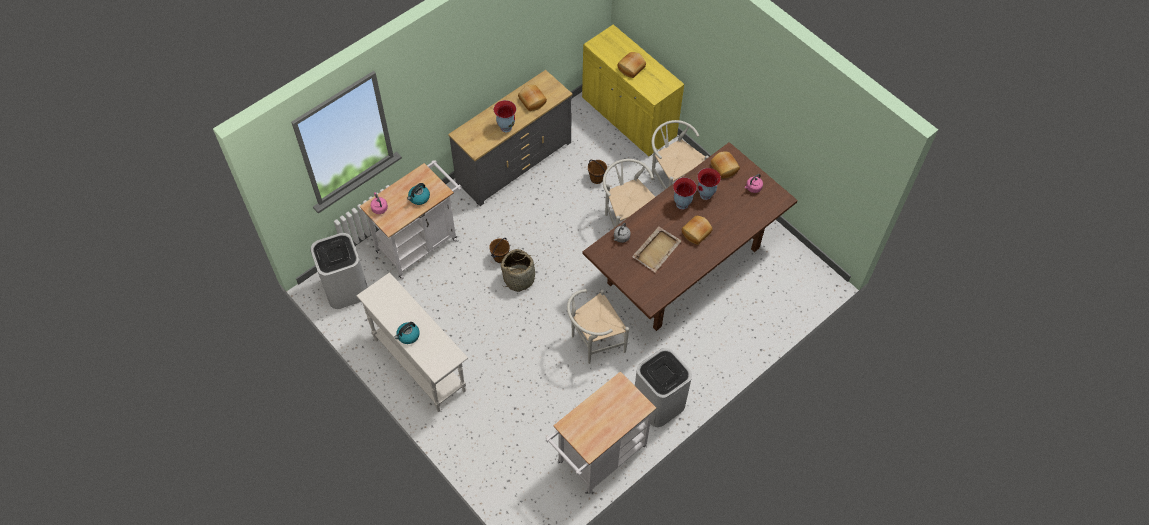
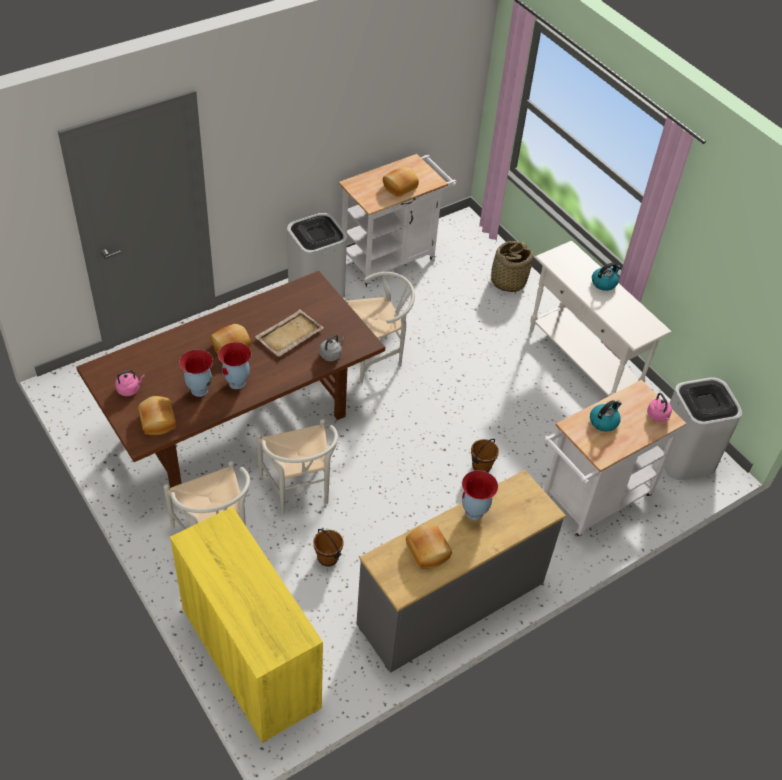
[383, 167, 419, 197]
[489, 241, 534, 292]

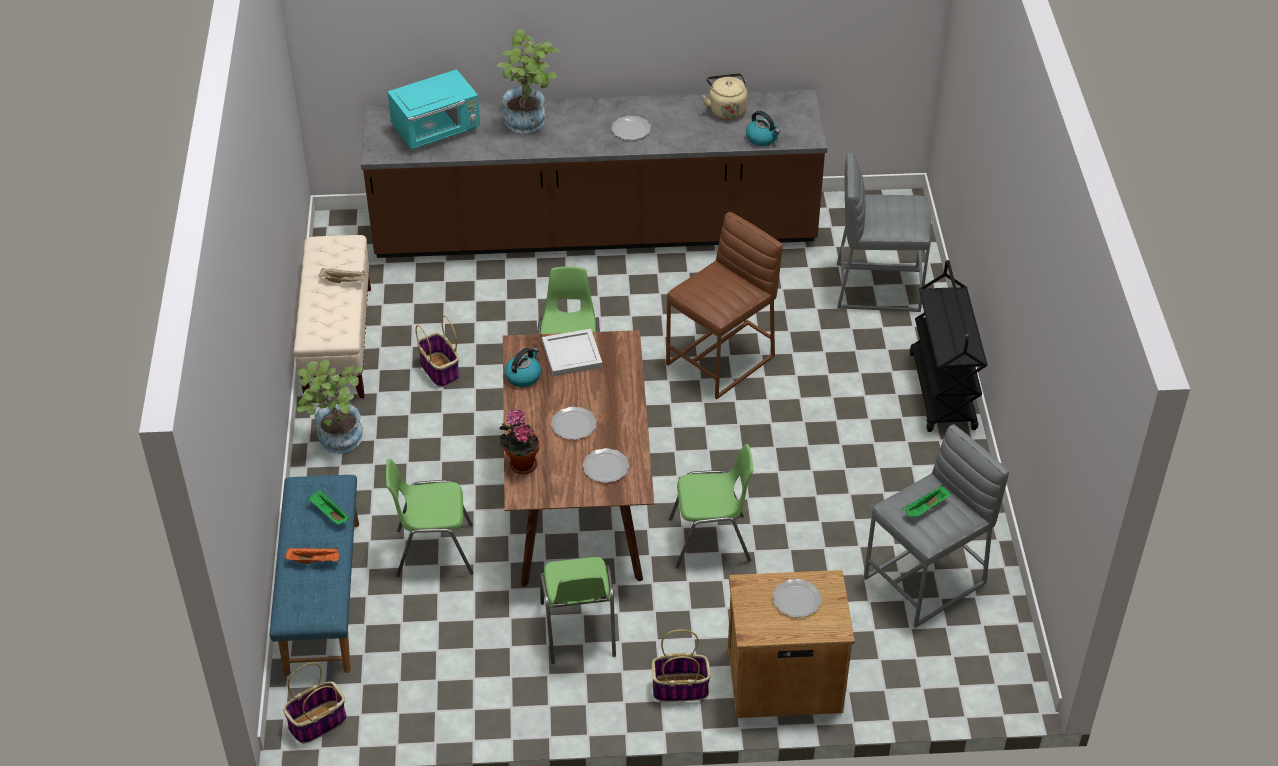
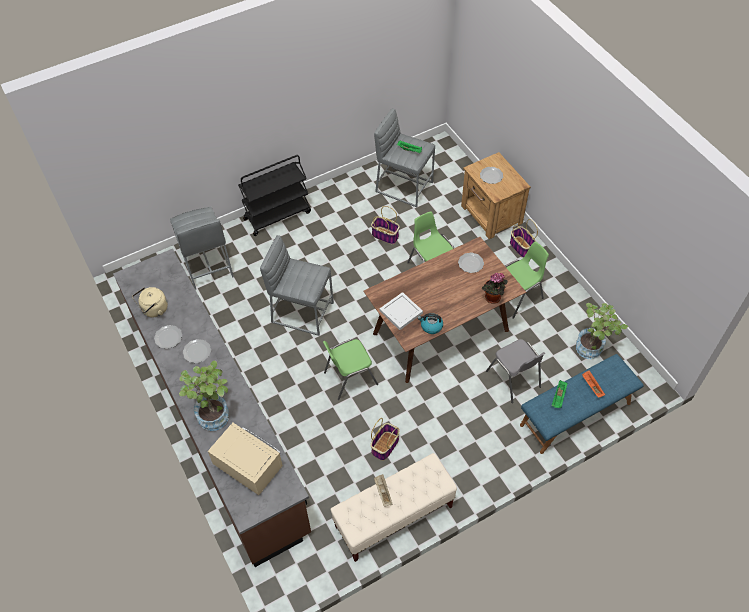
[208, 423, 283, 495]
[746, 111, 780, 146] (first image)
[260, 235, 334, 336]
[576, 303, 628, 359]
[154, 325, 182, 349]
[486, 339, 545, 403]
[371, 206, 400, 244]

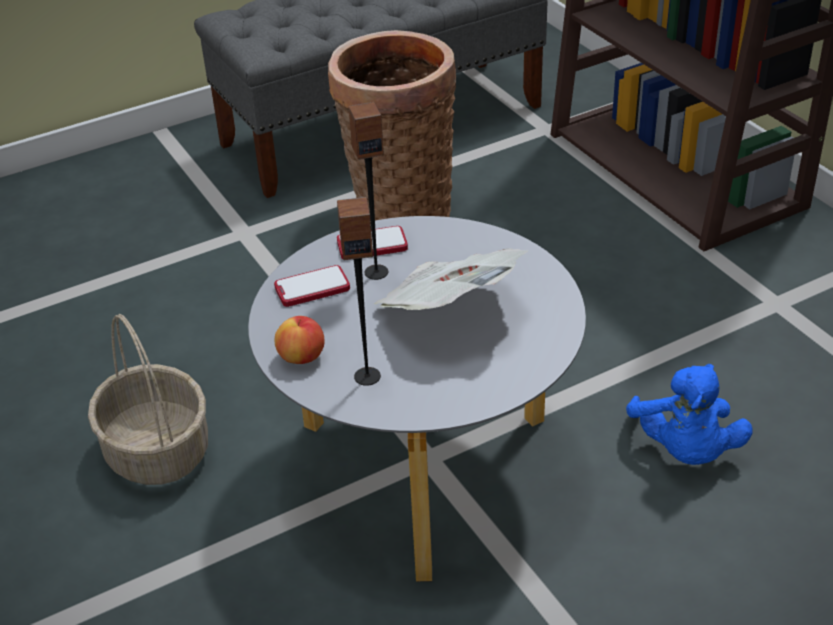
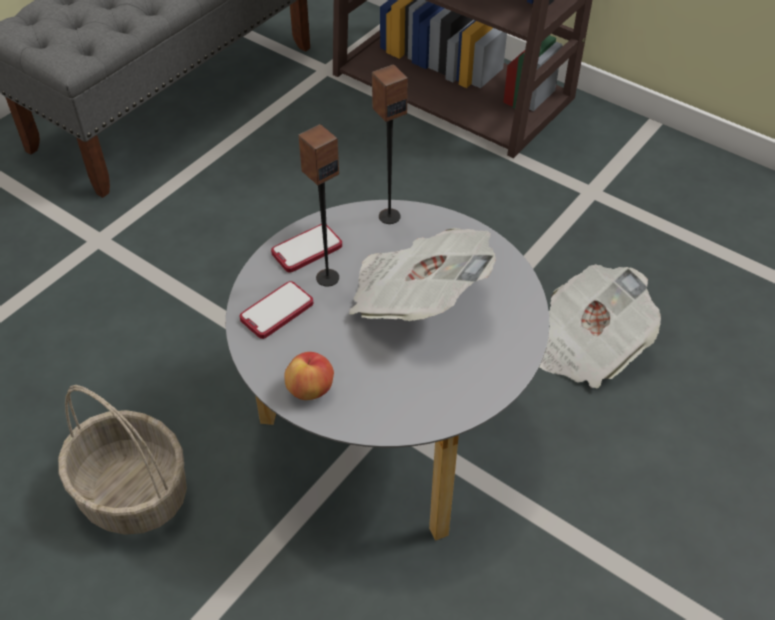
[328, 30, 456, 220] (first image)
[372, 64, 408, 224]
[539, 264, 661, 388]

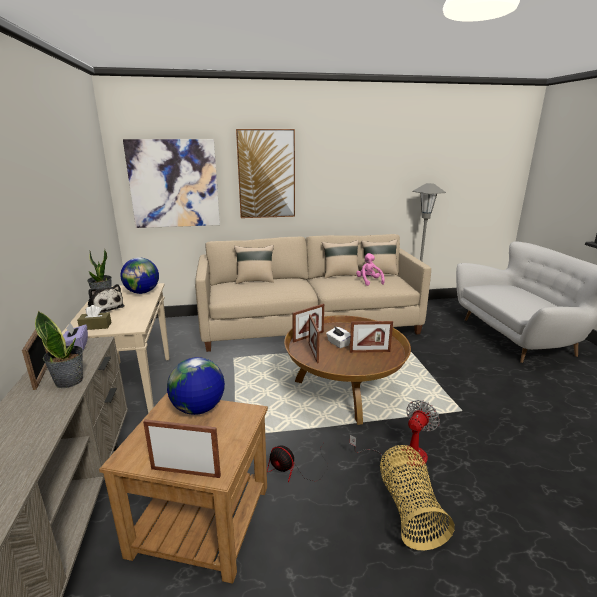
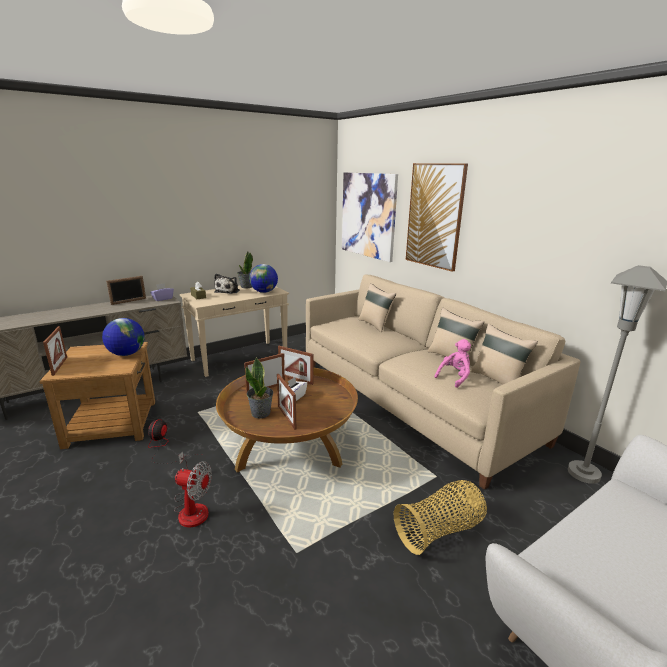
[245, 357, 273, 418]
[394, 480, 487, 555]

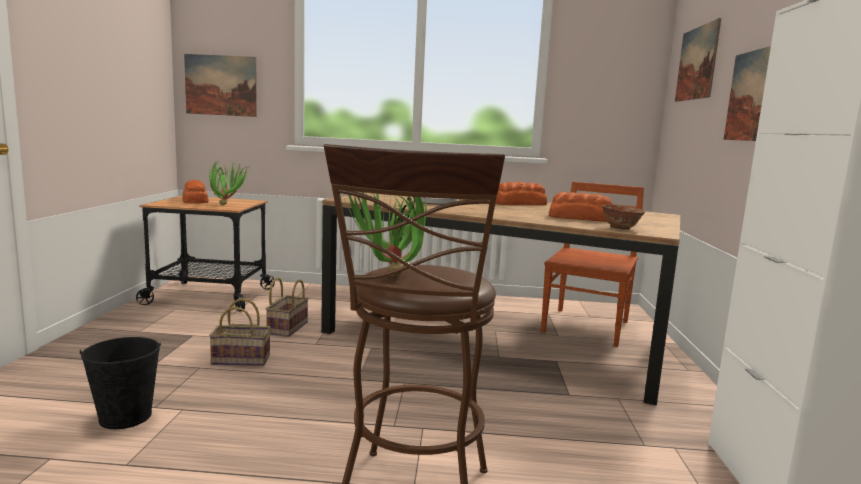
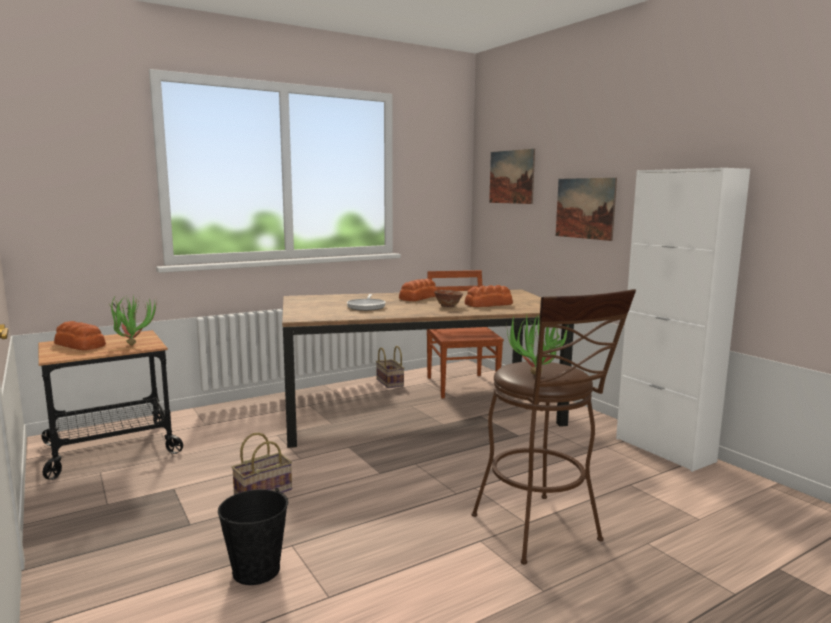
[184, 54, 257, 117] (first image)
[434, 290, 463, 307]
[376, 346, 404, 388]

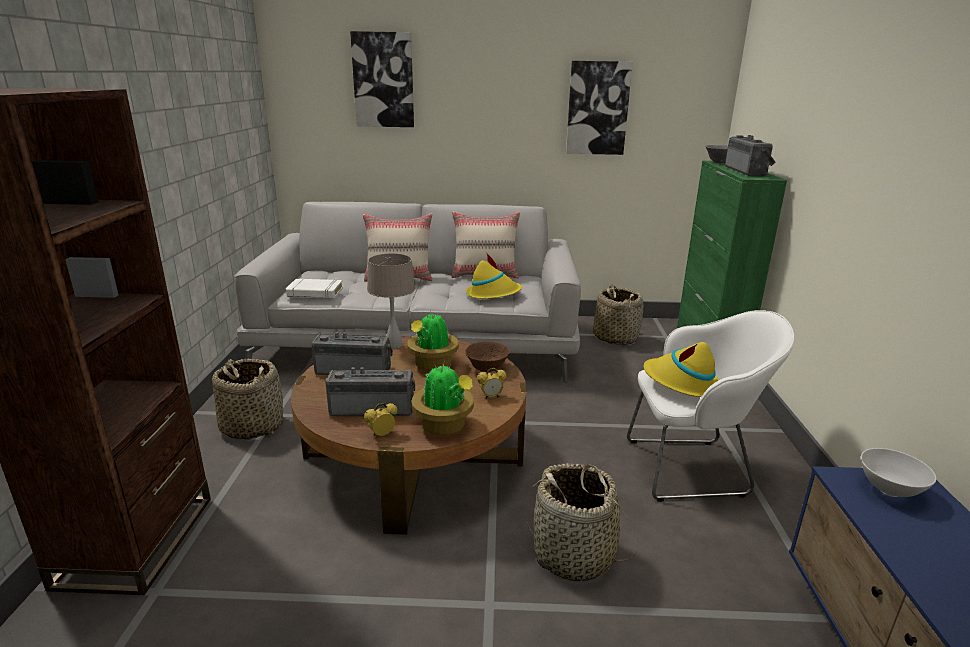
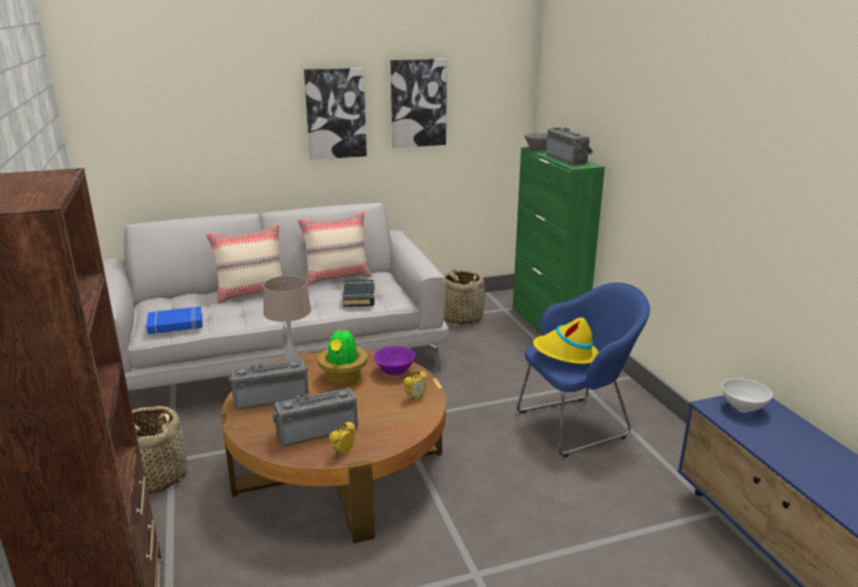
[304, 68, 367, 160]
[343, 280, 375, 307]
[146, 306, 202, 334]
[517, 283, 650, 458]
[374, 346, 416, 376]
[411, 363, 474, 436] (first image)
[527, 463, 638, 581] (first image)

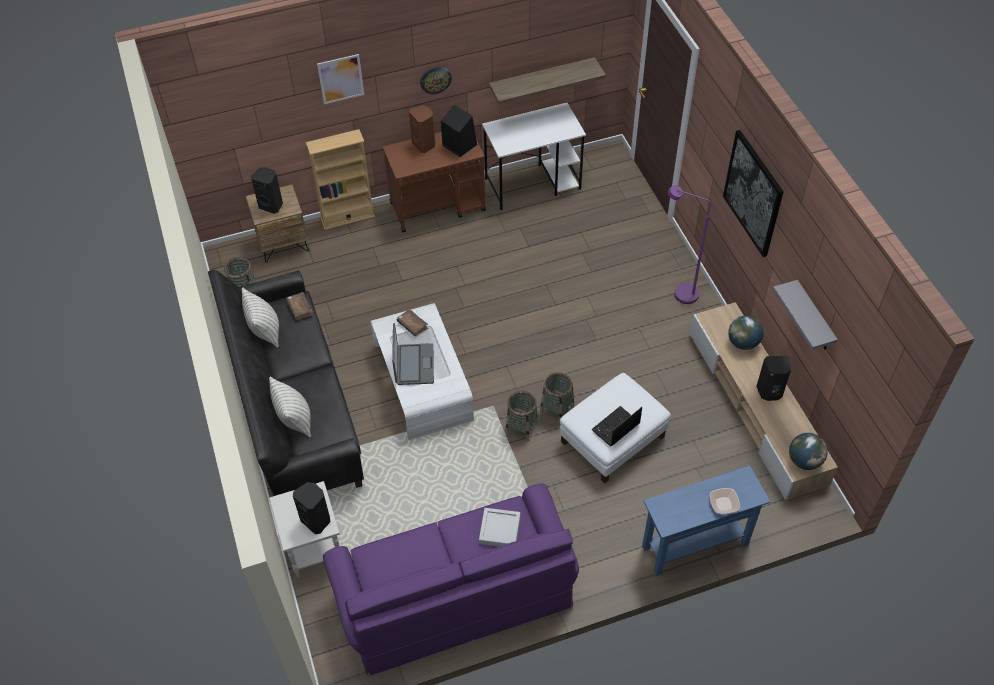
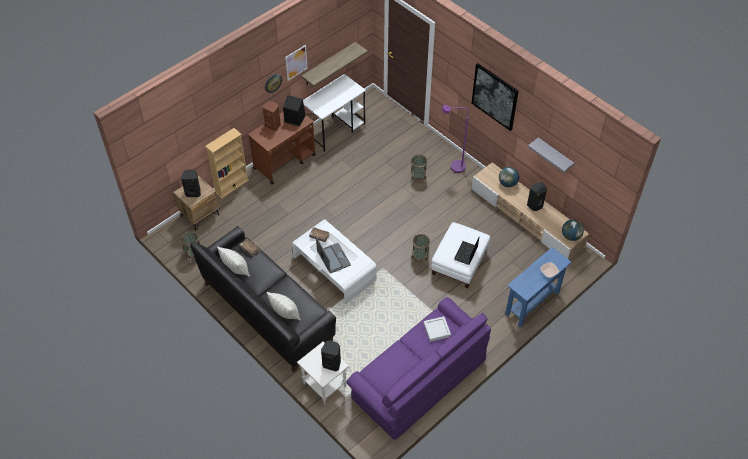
[285, 45, 308, 81]
[411, 154, 427, 183]

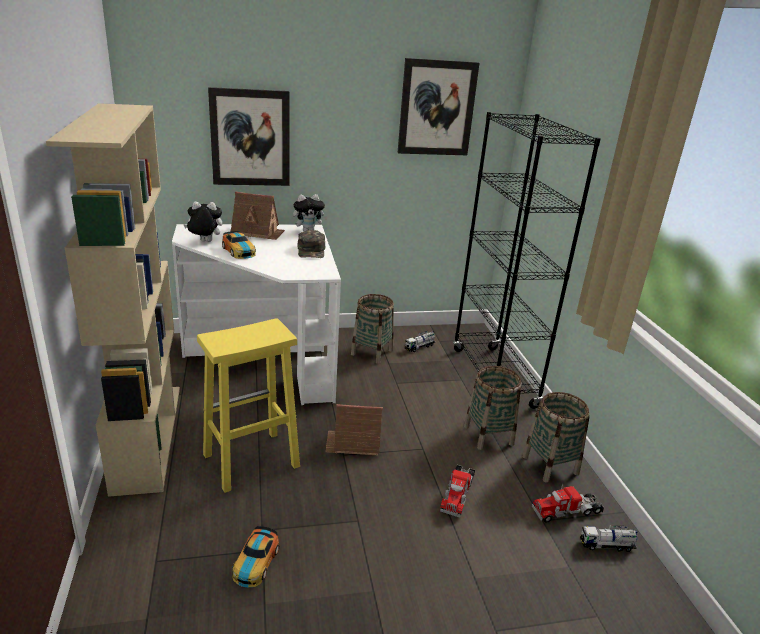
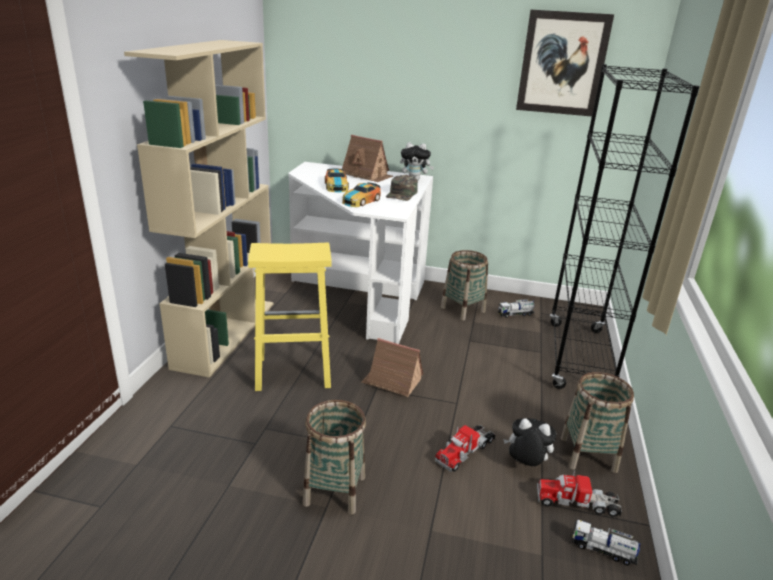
[208, 87, 290, 186] (first image)
[503, 418, 556, 466]
[303, 400, 366, 515]
[342, 183, 381, 207]

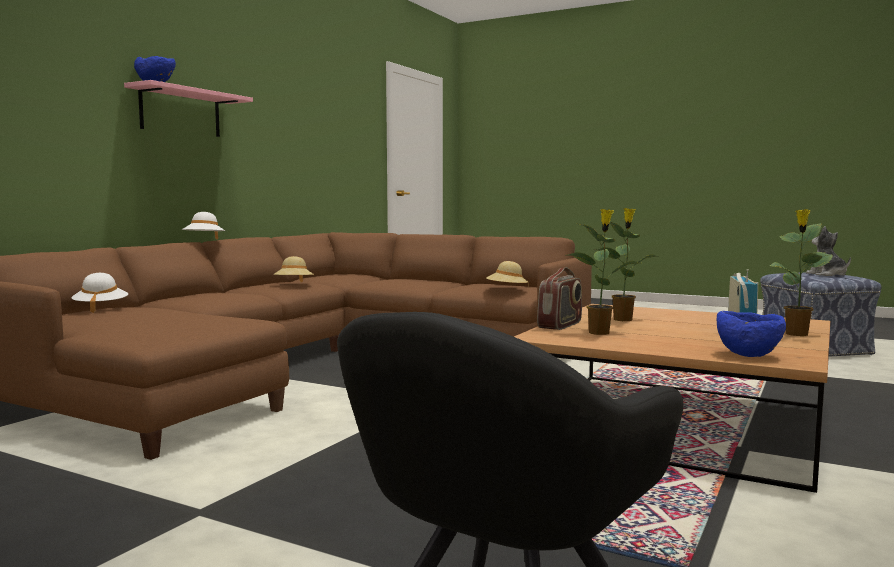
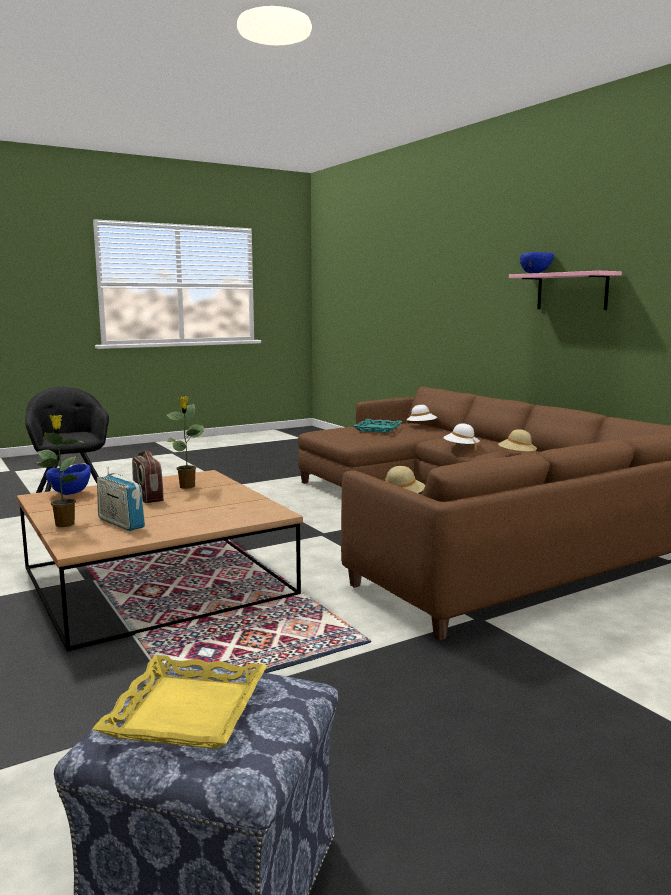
[595, 208, 659, 321] (first image)
[443, 423, 480, 451]
[92, 655, 267, 749]
[132, 451, 164, 503]
[354, 419, 403, 433]

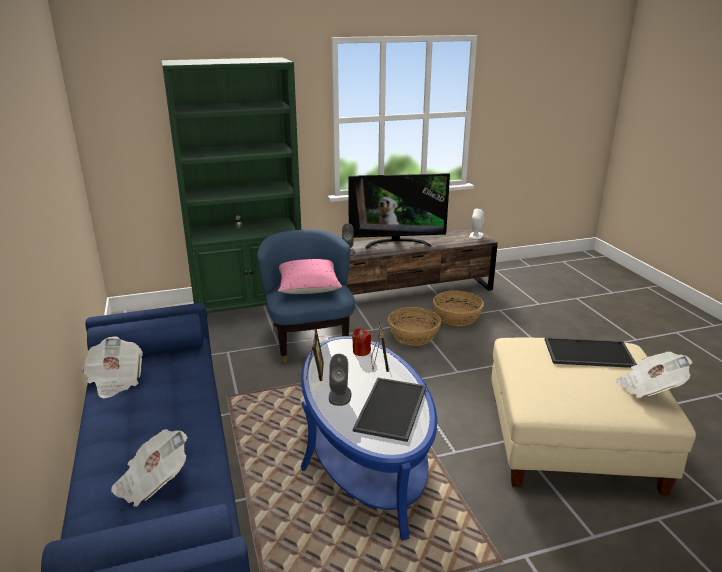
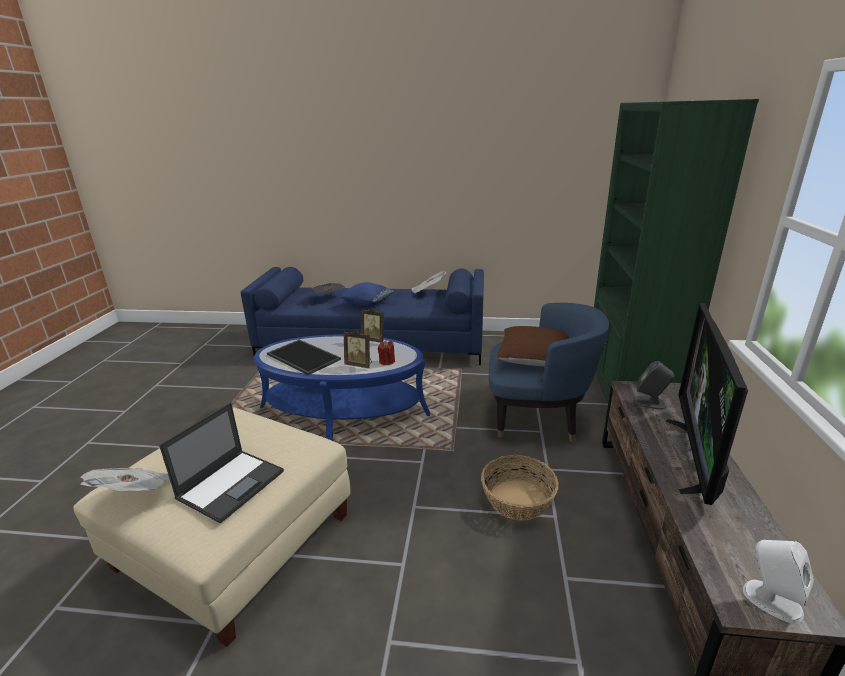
[495, 326, 569, 367]
[433, 290, 484, 326] (first image)
[159, 402, 284, 524]
[329, 354, 351, 406] (first image)
[340, 282, 395, 307]

